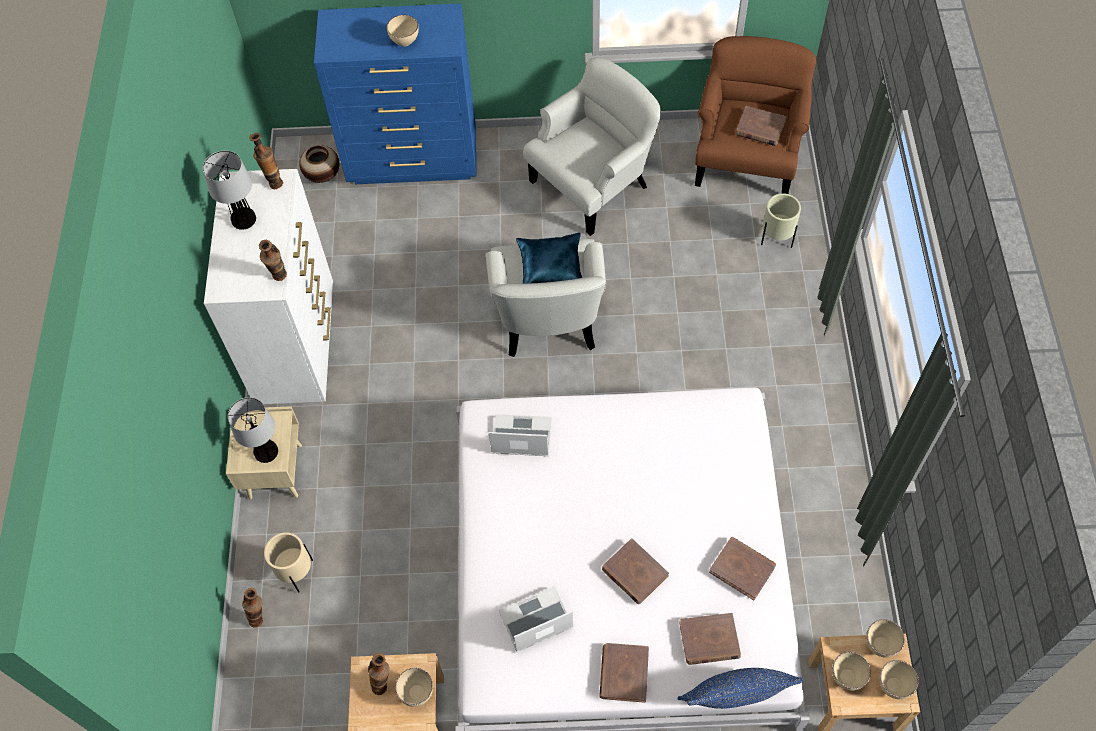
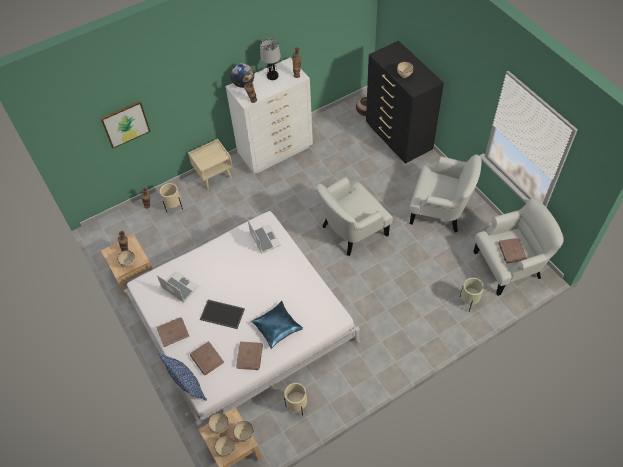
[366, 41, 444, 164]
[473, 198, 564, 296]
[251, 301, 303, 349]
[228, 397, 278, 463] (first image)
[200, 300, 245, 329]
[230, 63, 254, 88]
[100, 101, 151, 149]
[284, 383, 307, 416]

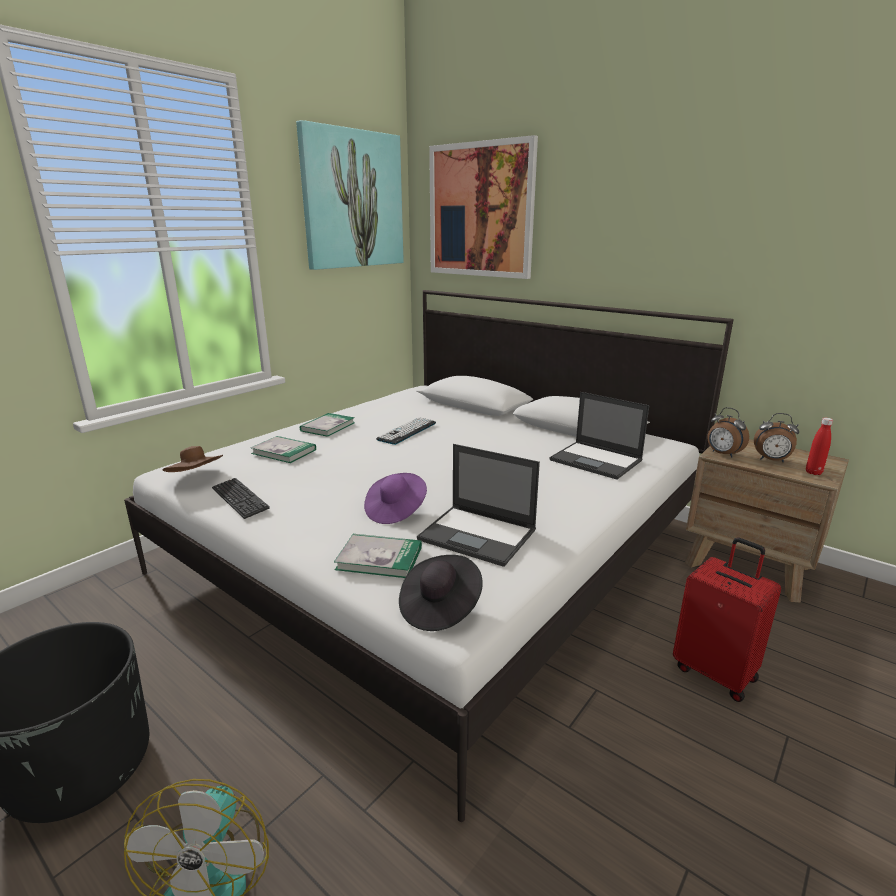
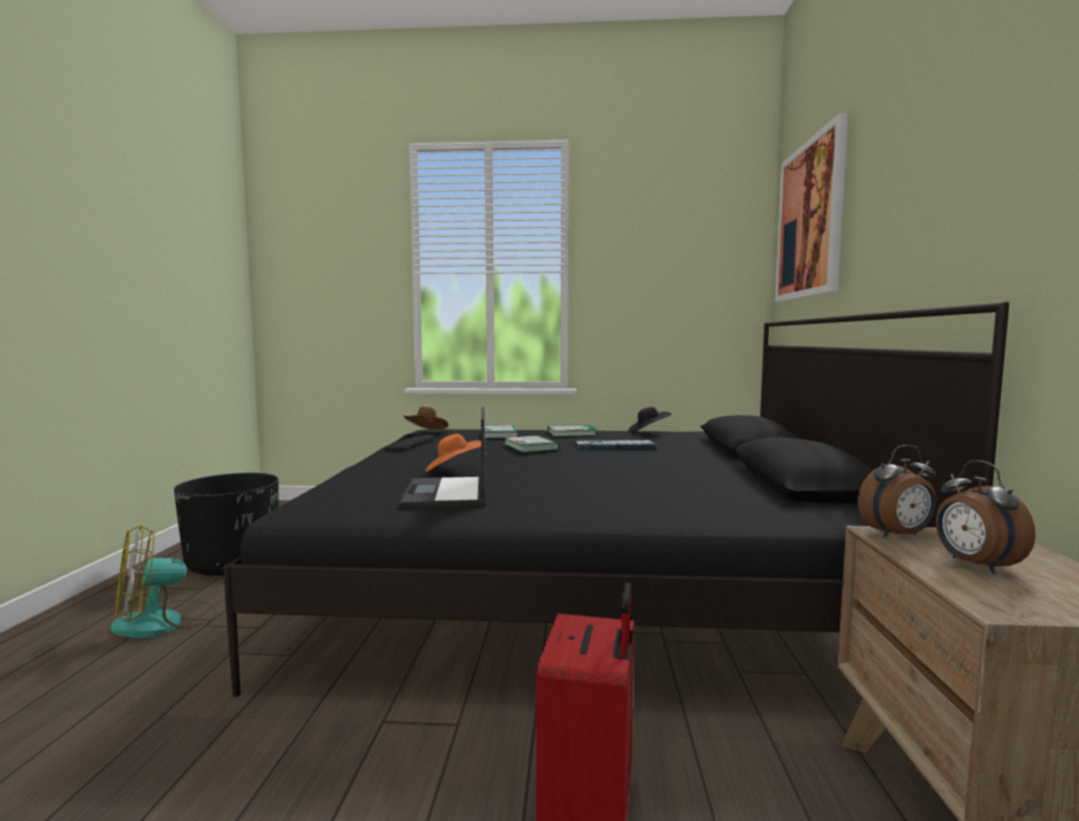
[296, 120, 404, 270] (first image)
[223, 302, 1009, 697]
[550, 392, 649, 480] (first image)
[858, 445, 937, 537]
[806, 418, 833, 475] (first image)
[425, 434, 481, 472]
[505, 435, 559, 453]
[628, 407, 671, 433]

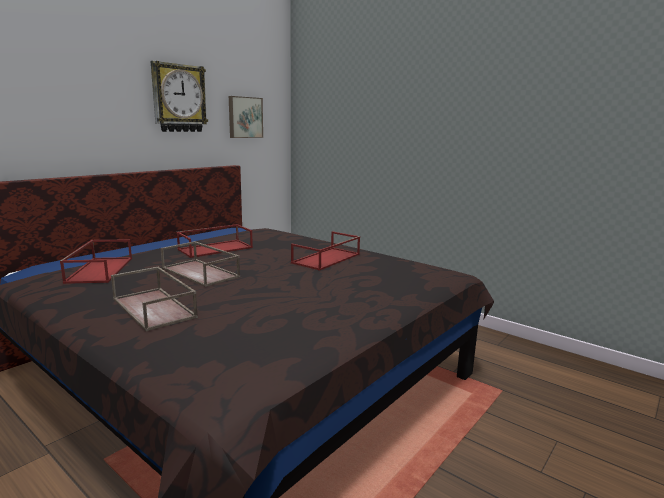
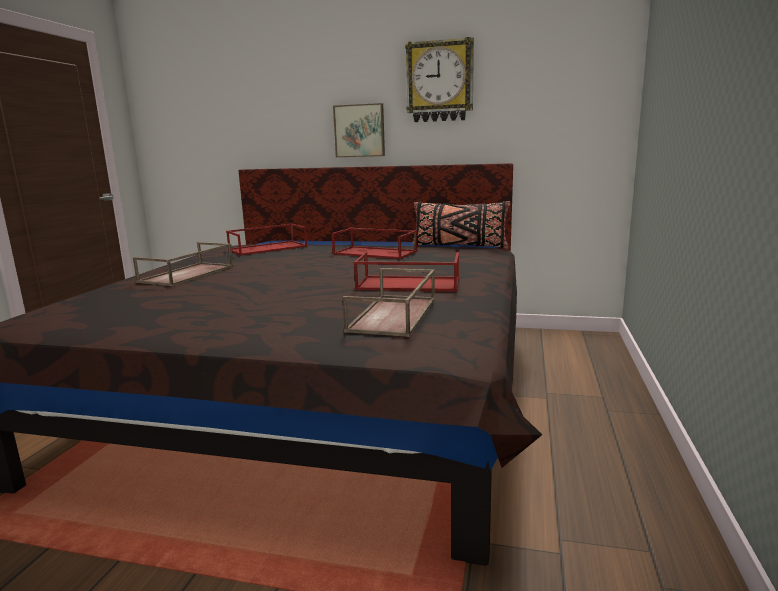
[333, 103, 385, 157]
[342, 268, 435, 337]
[413, 201, 511, 249]

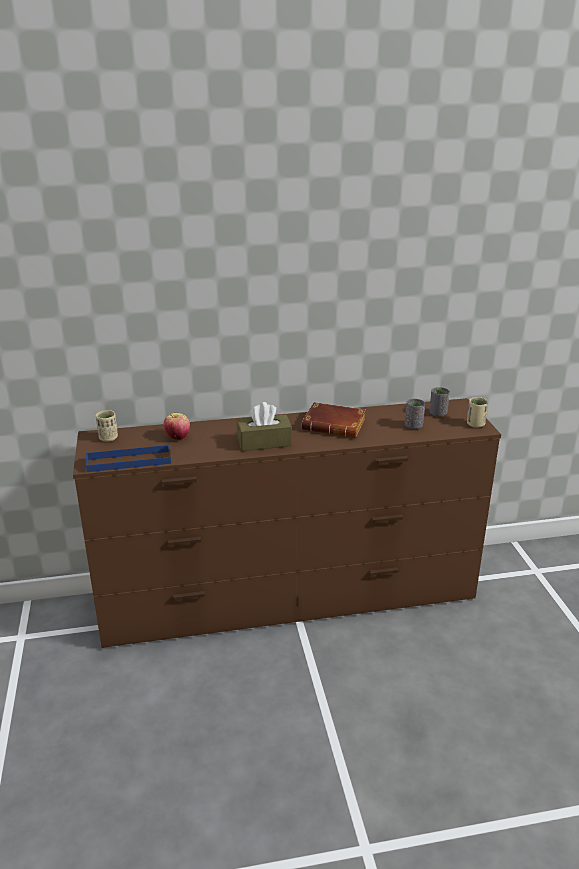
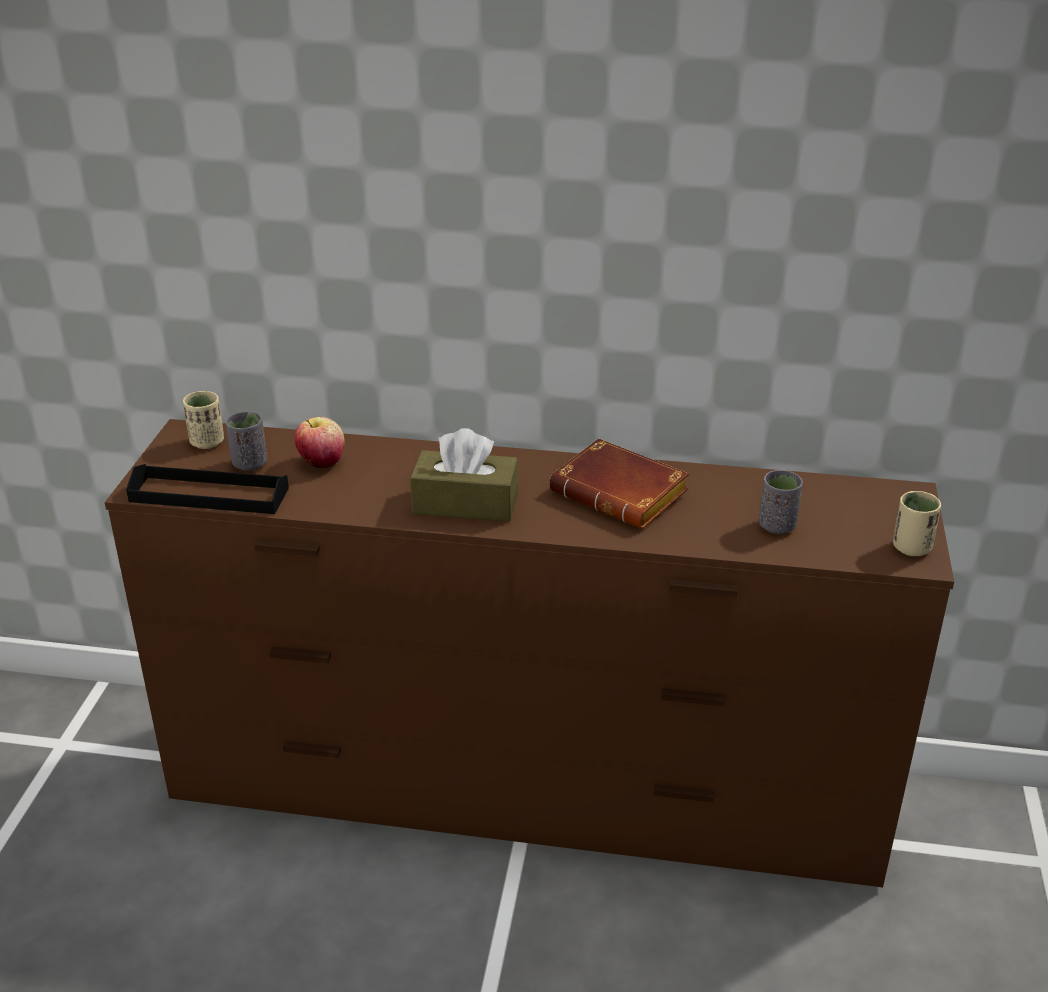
[226, 411, 267, 471]
[126, 464, 289, 514]

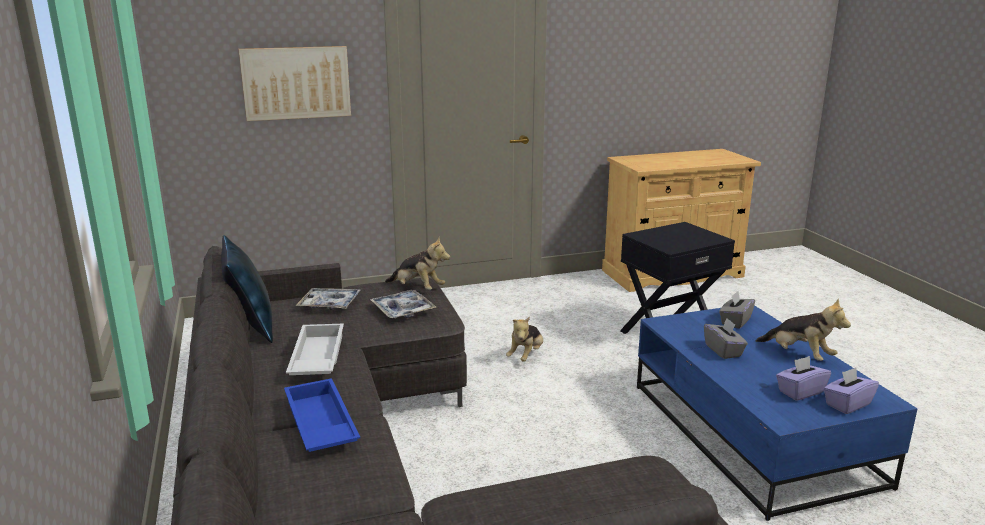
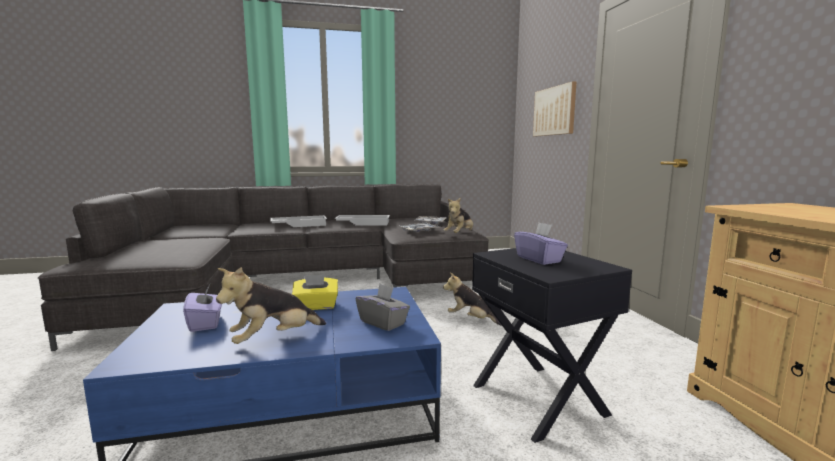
[221, 235, 273, 343] (first image)
[292, 275, 338, 310]
[514, 222, 568, 265]
[270, 215, 327, 227]

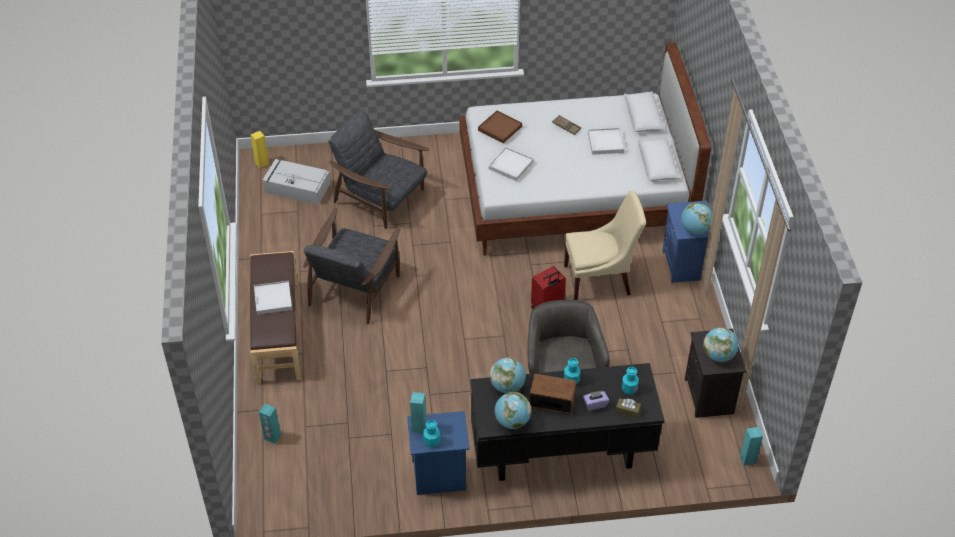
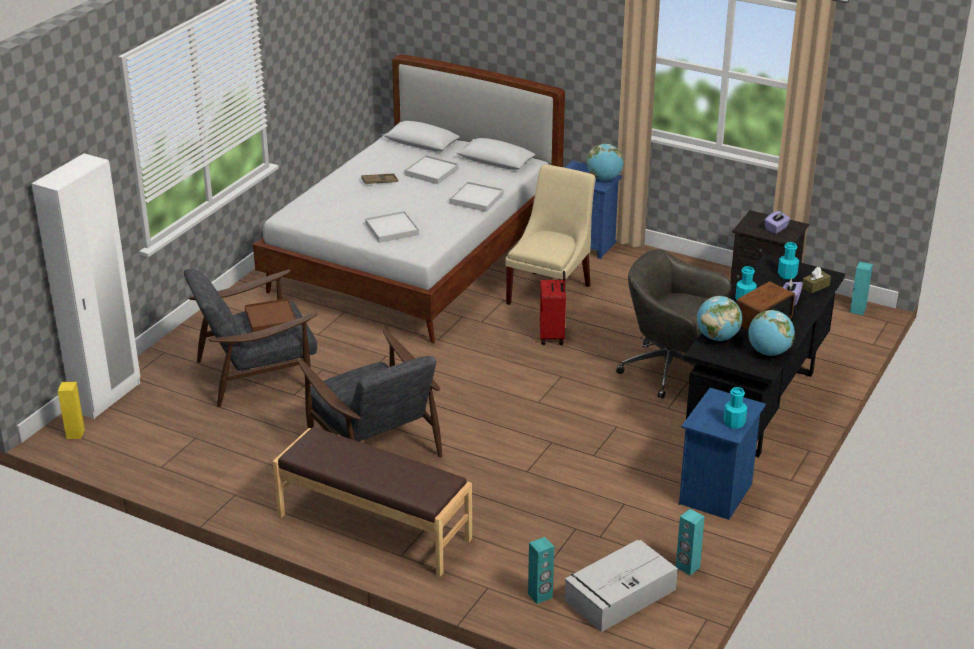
[245, 298, 296, 332]
[564, 540, 678, 632]
[450, 182, 504, 212]
[765, 211, 791, 234]
[676, 509, 705, 575]
[32, 153, 140, 419]

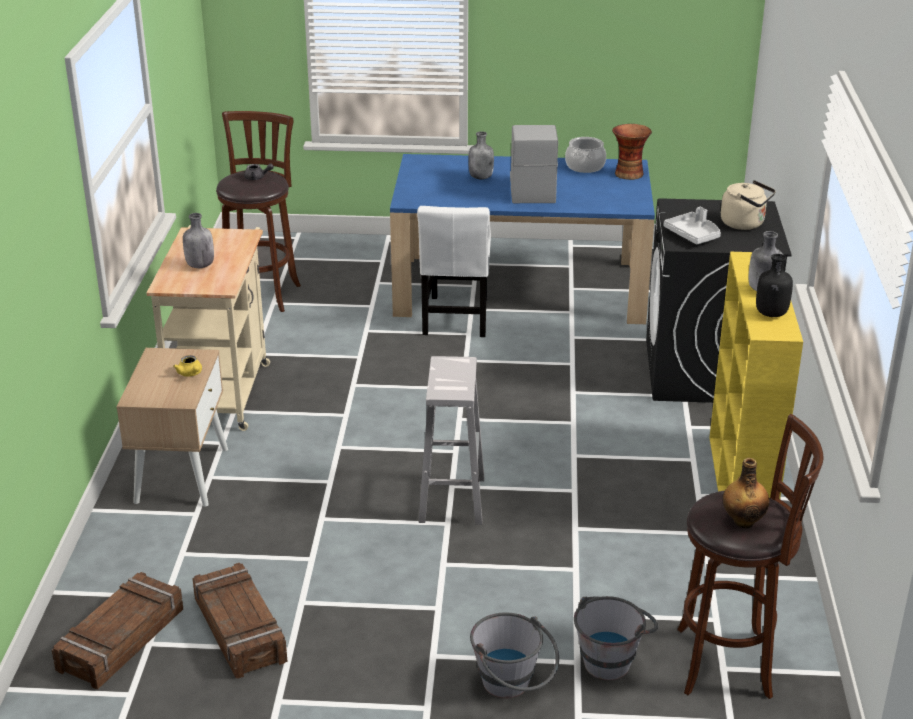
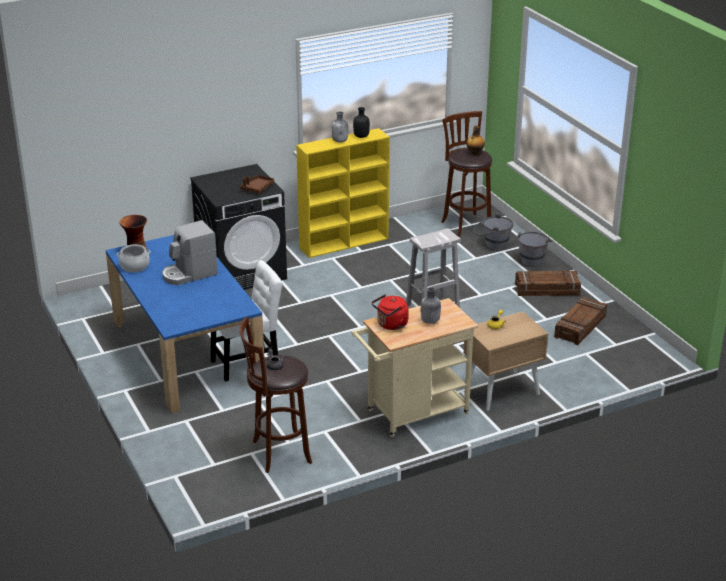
[469, 131, 494, 179] (first image)
[721, 180, 776, 230] (first image)
[240, 175, 274, 194]
[515, 270, 581, 296]
[372, 294, 409, 330]

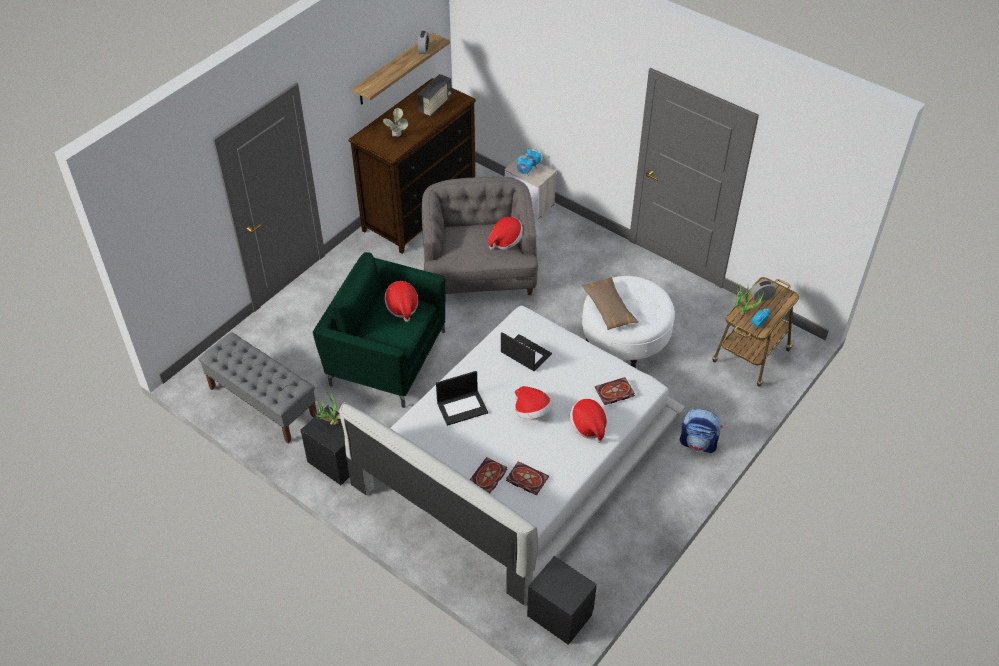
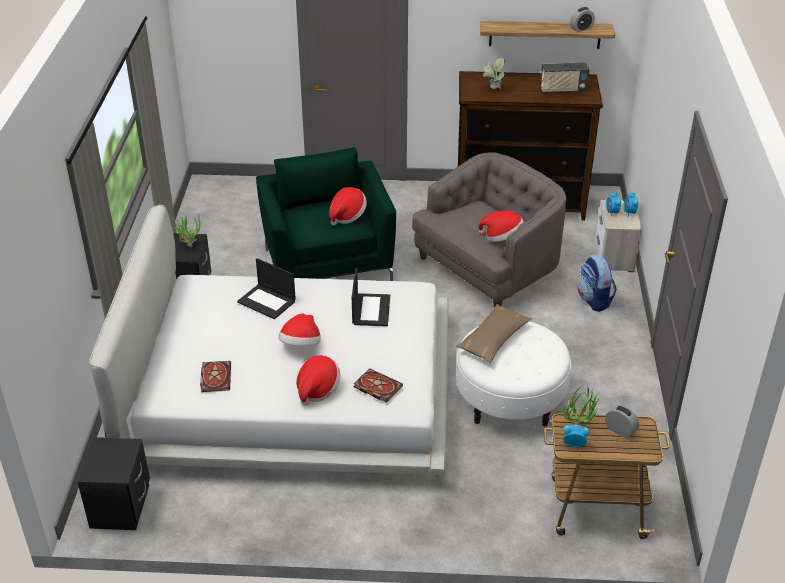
[198, 332, 317, 444] (first image)
[578, 254, 617, 312]
[470, 457, 507, 494] (first image)

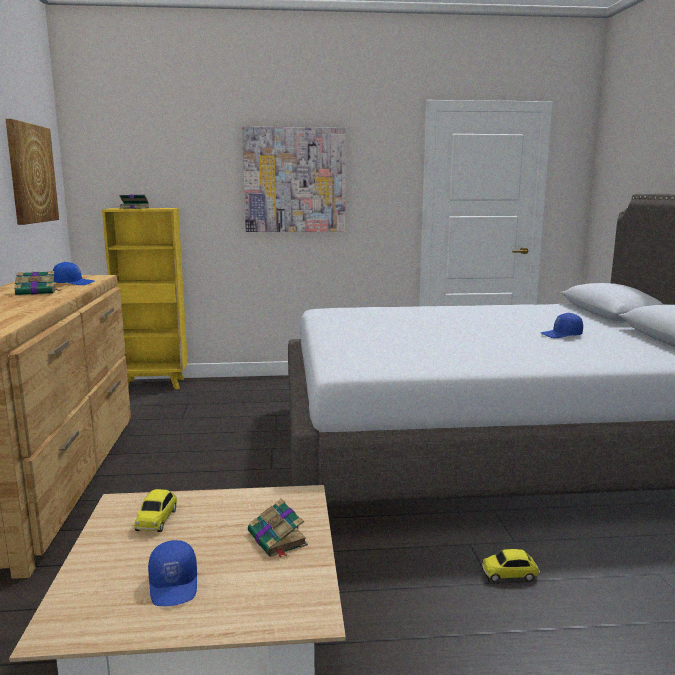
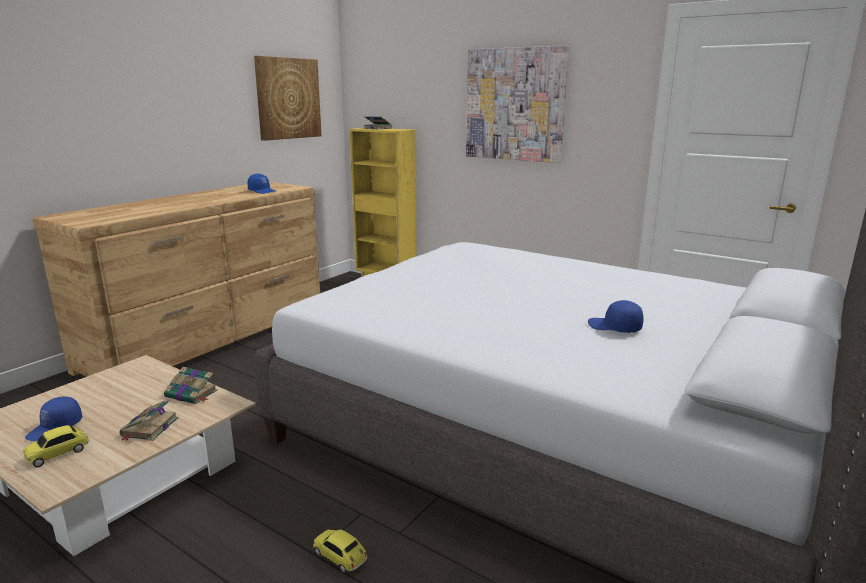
[164, 367, 217, 404]
[23, 425, 90, 468]

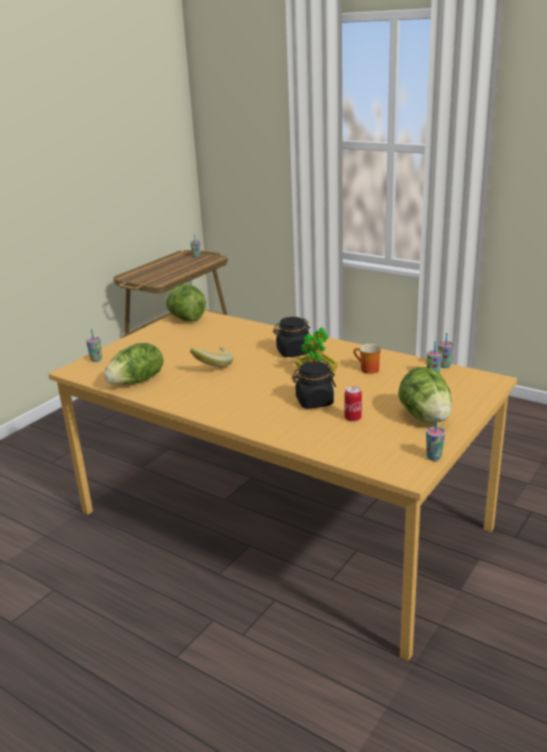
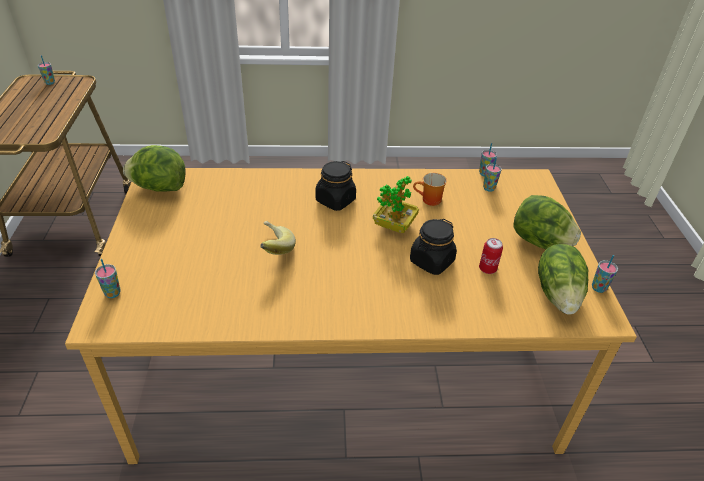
[538, 244, 588, 315]

